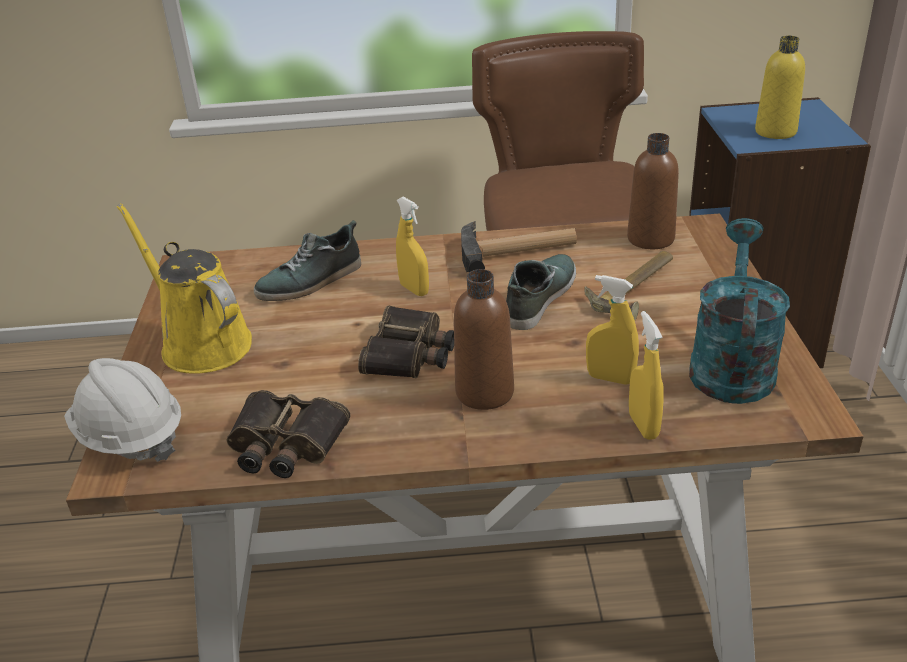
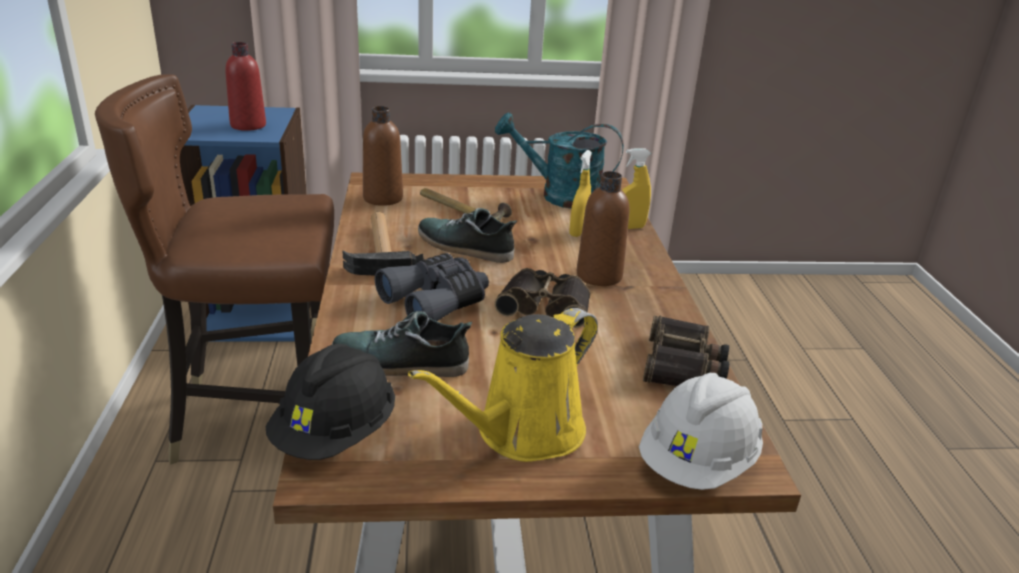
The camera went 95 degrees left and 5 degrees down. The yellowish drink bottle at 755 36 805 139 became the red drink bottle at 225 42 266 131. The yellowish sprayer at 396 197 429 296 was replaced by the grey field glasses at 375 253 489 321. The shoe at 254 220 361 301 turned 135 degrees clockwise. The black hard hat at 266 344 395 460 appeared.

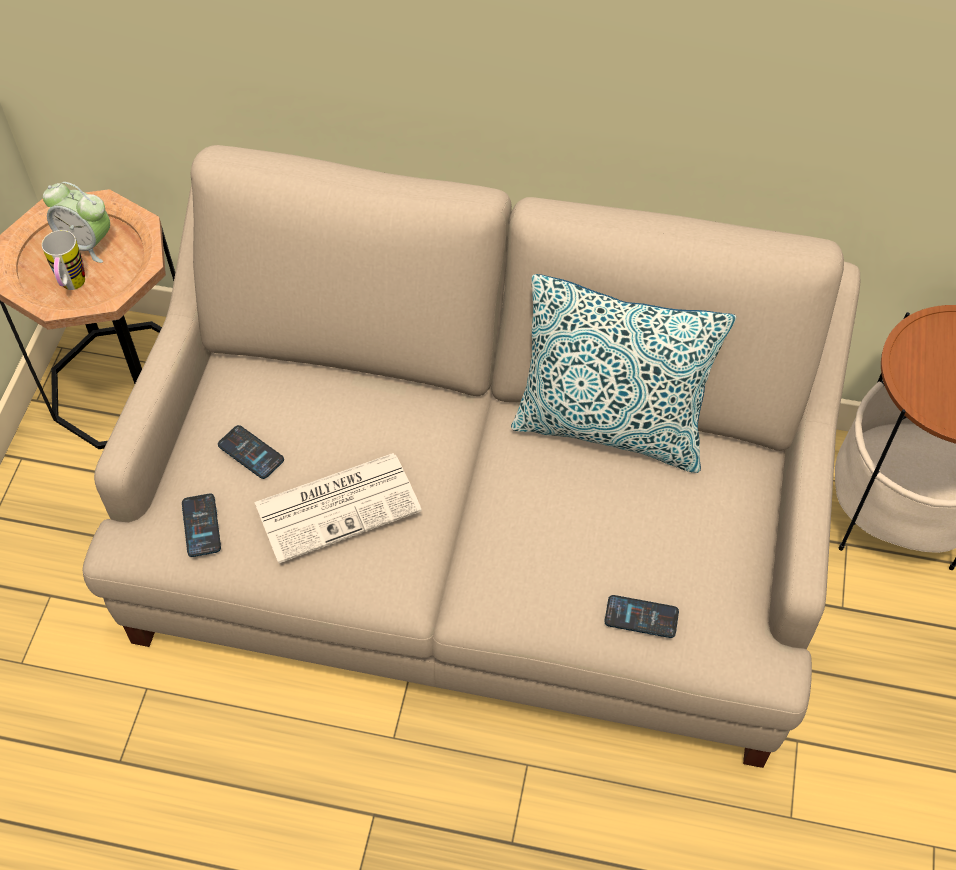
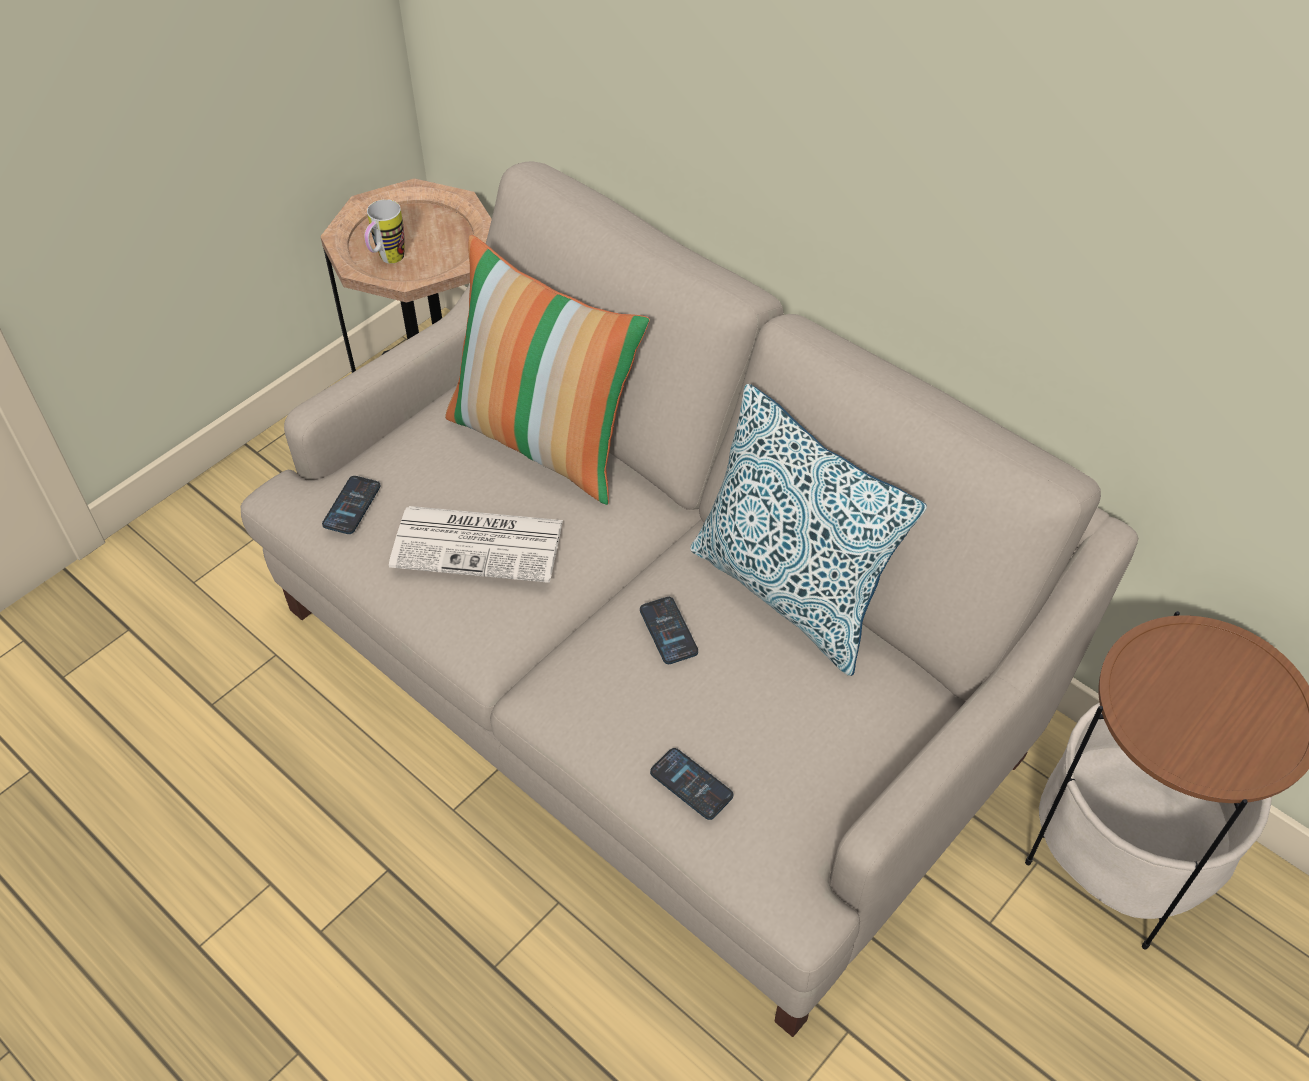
The camera went 30 degrees right and 5 degrees down. The bedside clock at 43 182 110 263 disappeared. The phone moved from 218 425 284 479 to 640 597 698 664. The pillow at 445 235 650 505 appeared.

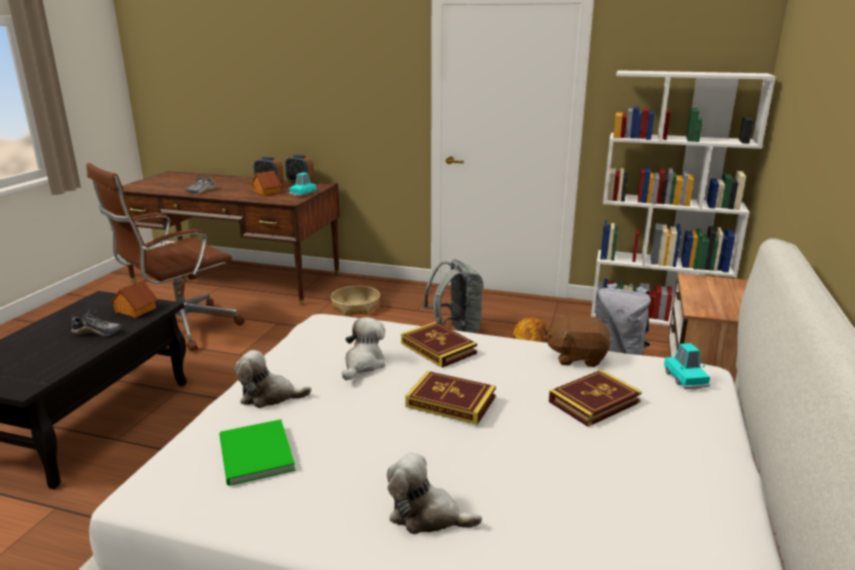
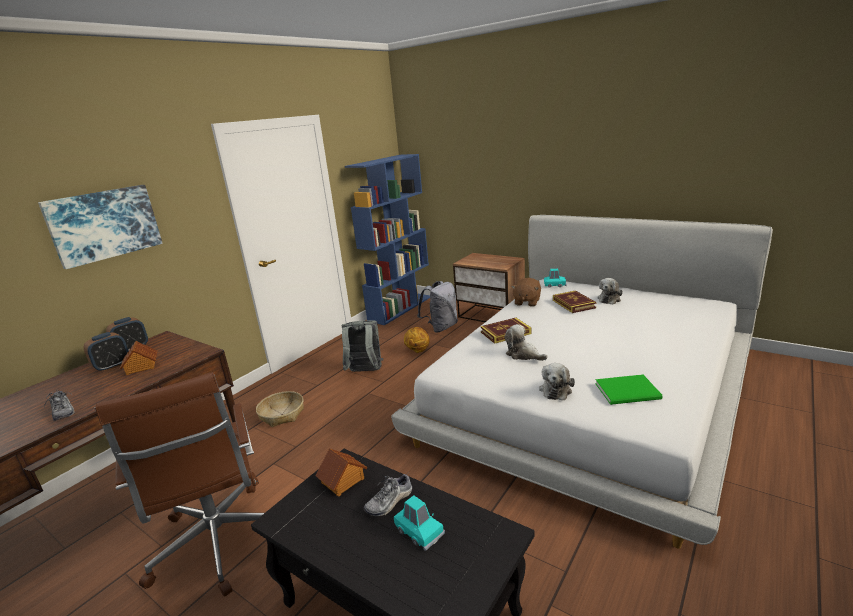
The camera went 70 degrees left and 0 degrees up. The white-coloured bookshelf at 591 70 776 326 became the bluish bookshelf at 345 154 430 325. The turquoise toy car moved from 289 172 317 196 to 394 495 445 551. The shoe at 71 310 122 336 turned 150 degrees counterclockwise. The bound book at 405 371 496 425 disappeared. The soft toy moved from 387 452 482 534 to 598 278 623 304. The picture at 38 185 163 269 appeared.

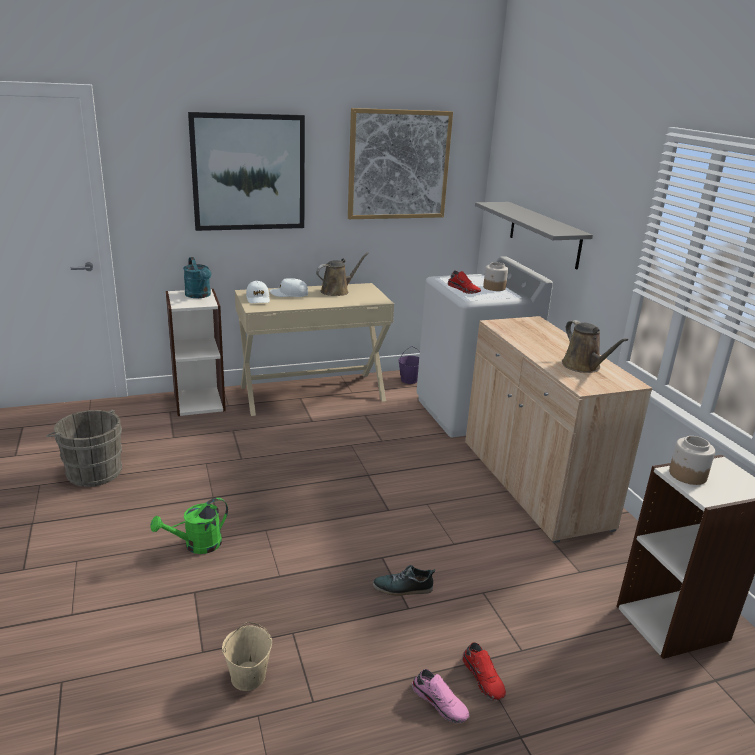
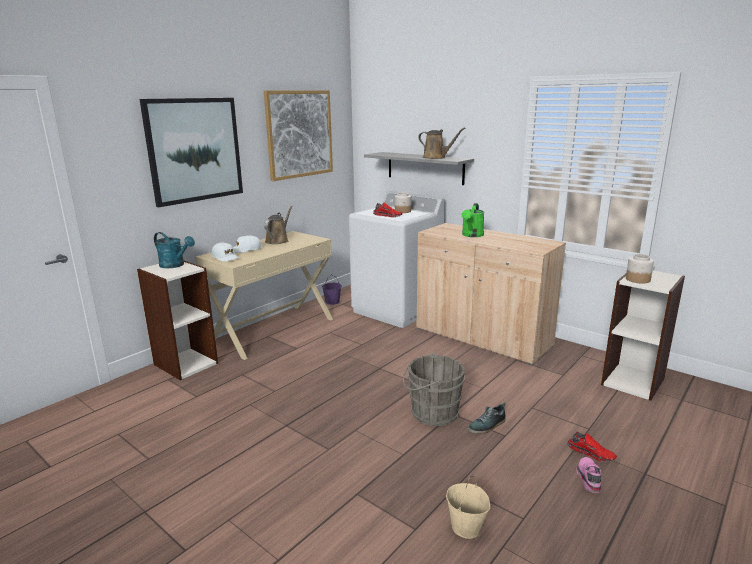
The camera went 30 degrees left and 5 degrees down. The brownish watering can moved from 562 320 628 373 to 418 127 465 159. The grey water bucket moved from 46 410 122 487 to 403 352 465 426. The green watering can moved from 150 498 228 554 to 462 203 484 237. The pink-coloured shoe at 412 669 469 723 turned 90 degrees counterclockwise.

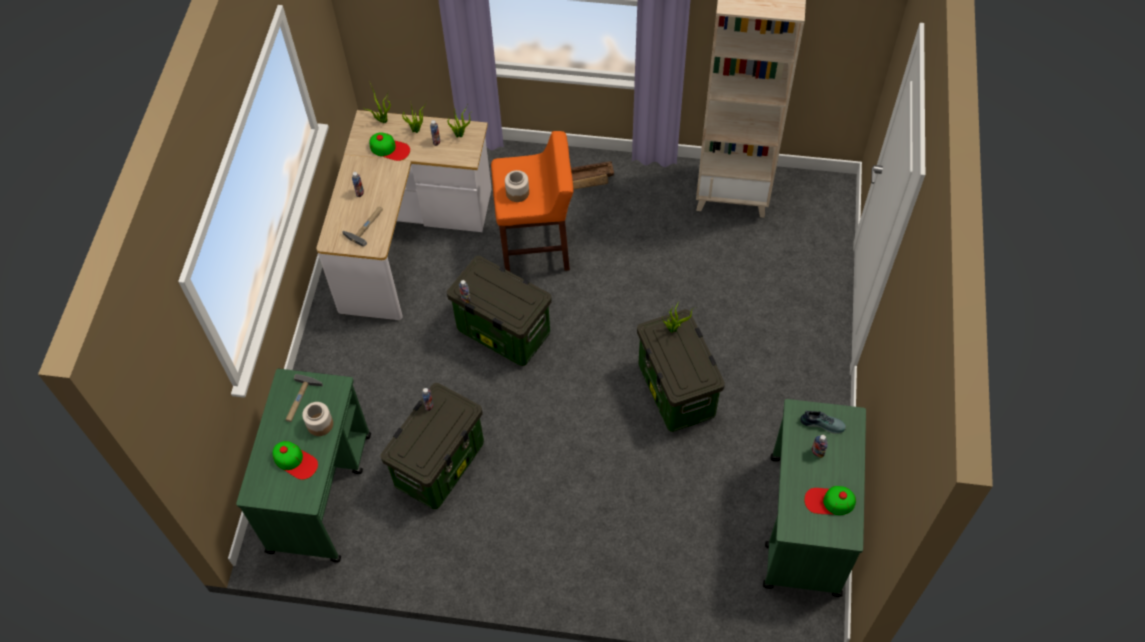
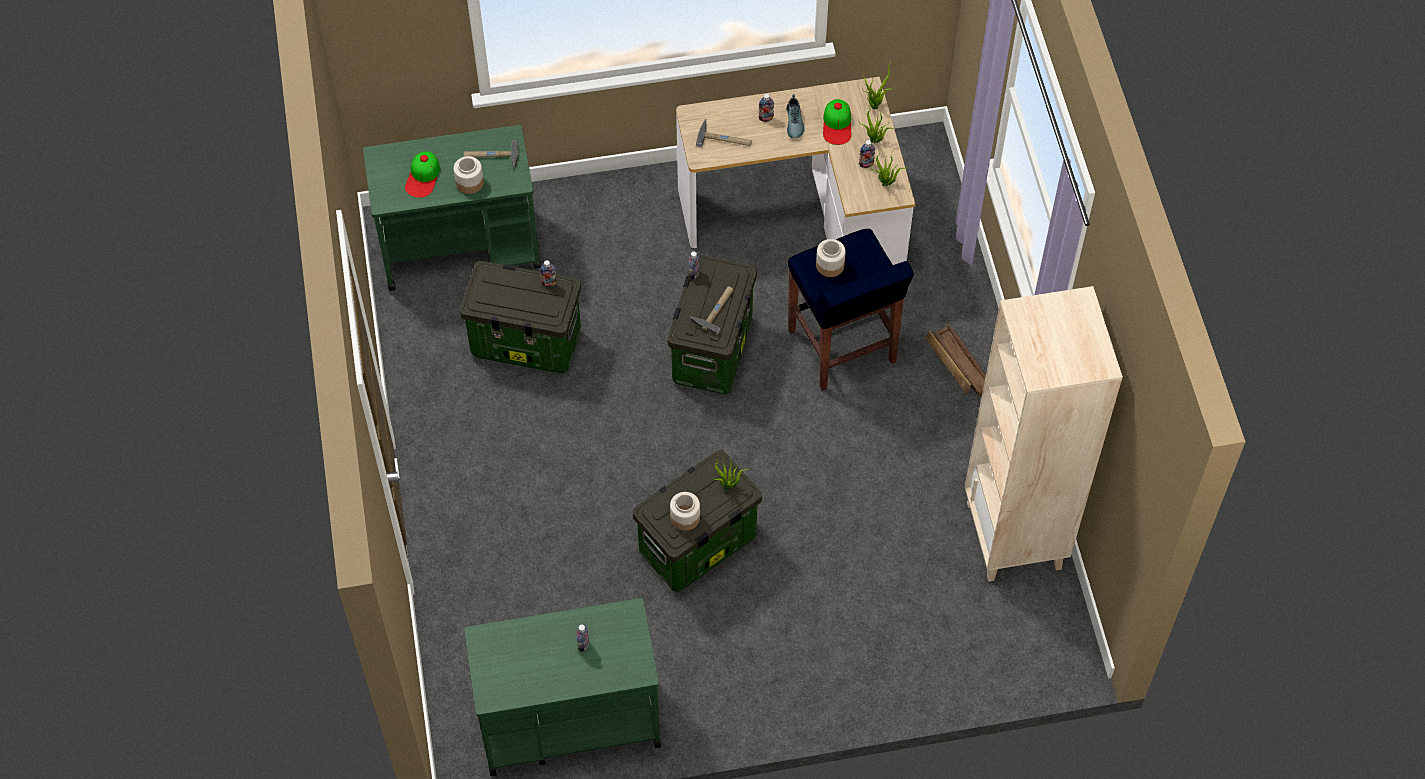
The camera went 70 degrees right and 0 degrees up. The orange stool at 491 131 573 272 became the bluish stool at 788 229 914 391. The shoe moved from 800 410 846 434 to 786 95 805 138. The peaked cap at 804 486 856 515 disappeared. The hand hammer at 690 287 733 335 appeared. The jar at 670 492 700 531 appeared.

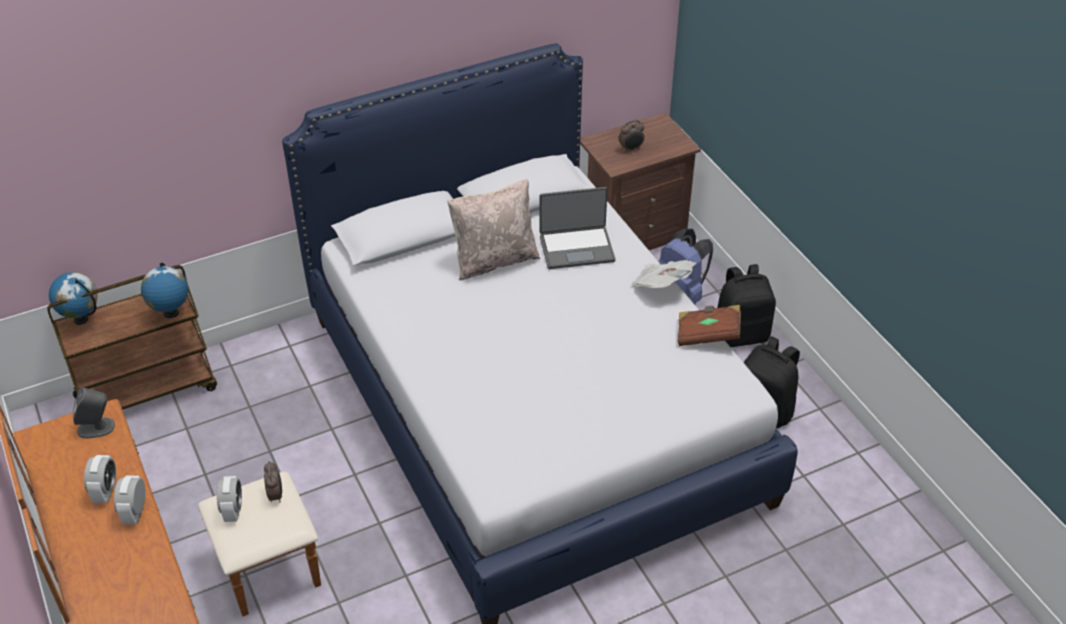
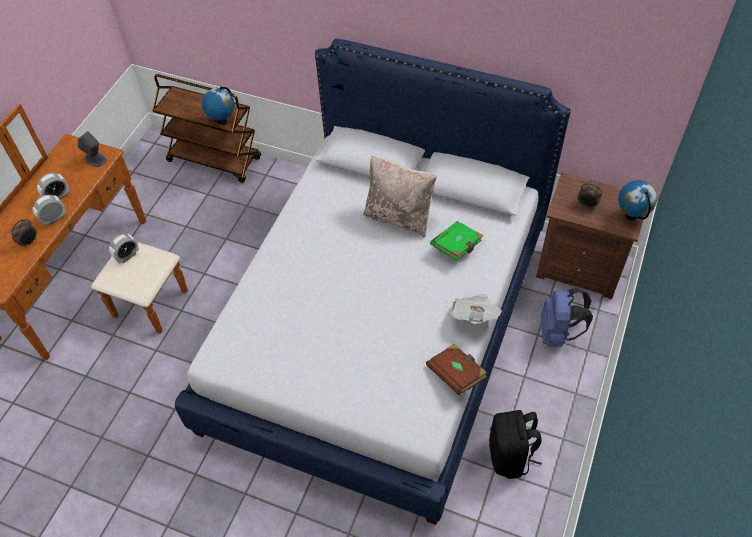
The camera went 50 degrees right and 10 degrees up. The portable computer at 539 187 616 269 was replaced by the green bound book at 430 221 484 261. The black backpack at 717 264 776 347 disappeared. The globe moved from 49 272 98 325 to 618 180 657 220. The bedside clock moved from 264 461 282 503 to 10 219 37 248.

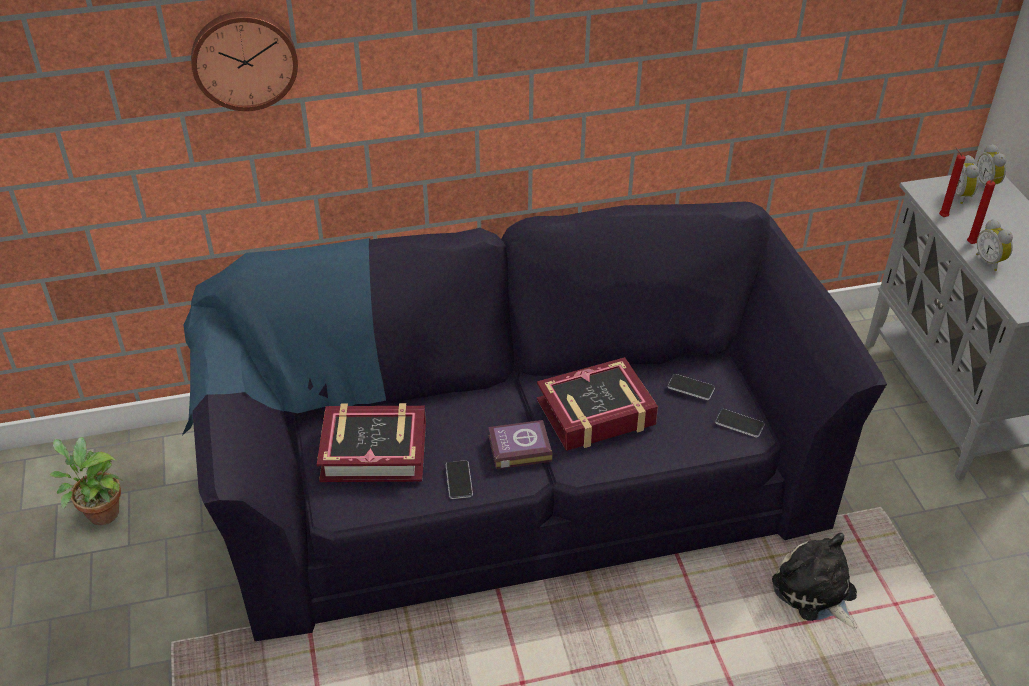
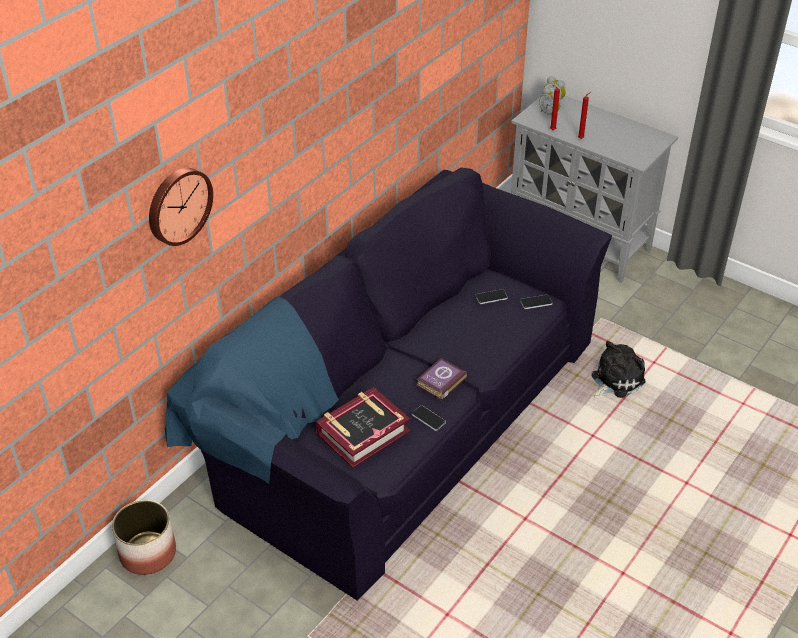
The camera went 40 degrees left and 0 degrees up. The bedside clock at 976 219 1013 271 disappeared. The bound book at 537 357 658 451 disappeared. The houseplant at 50 437 123 525 disappeared. The soft toy at 772 533 857 629 turned 120 degrees clockwise. The planter at 112 500 176 575 appeared.

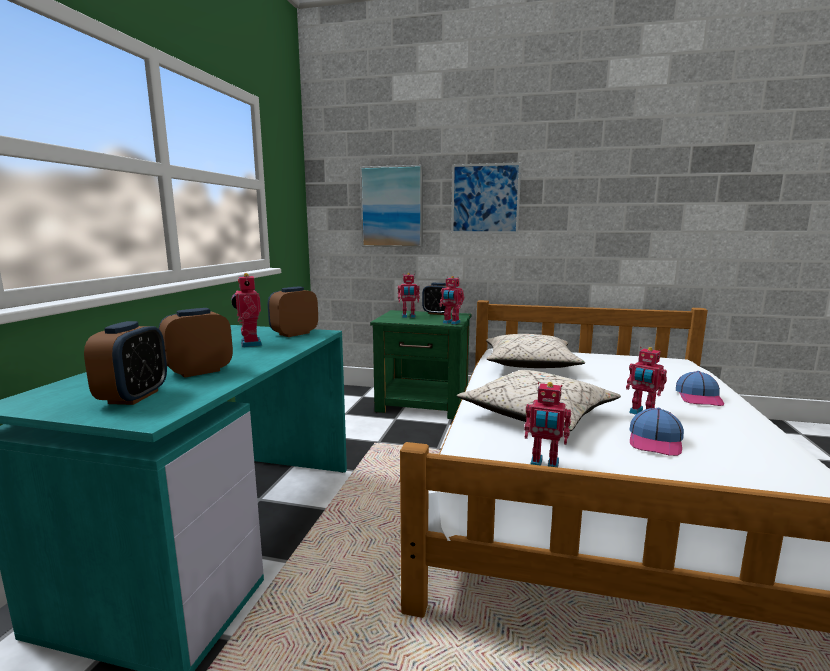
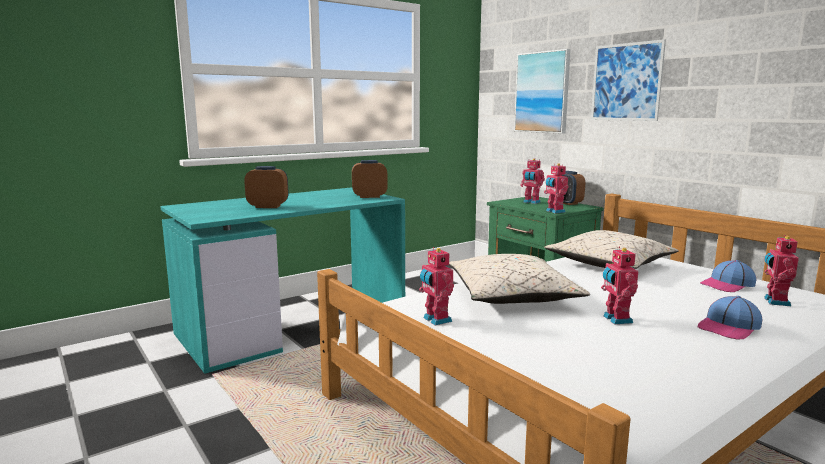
The camera went 40 degrees right and 0 degrees up. The toy robot moved from 231 273 262 347 to 764 235 799 306. The bedside clock at 84 321 167 405 disappeared. The peaked cap moved from 630 408 684 456 to 700 260 756 292.

